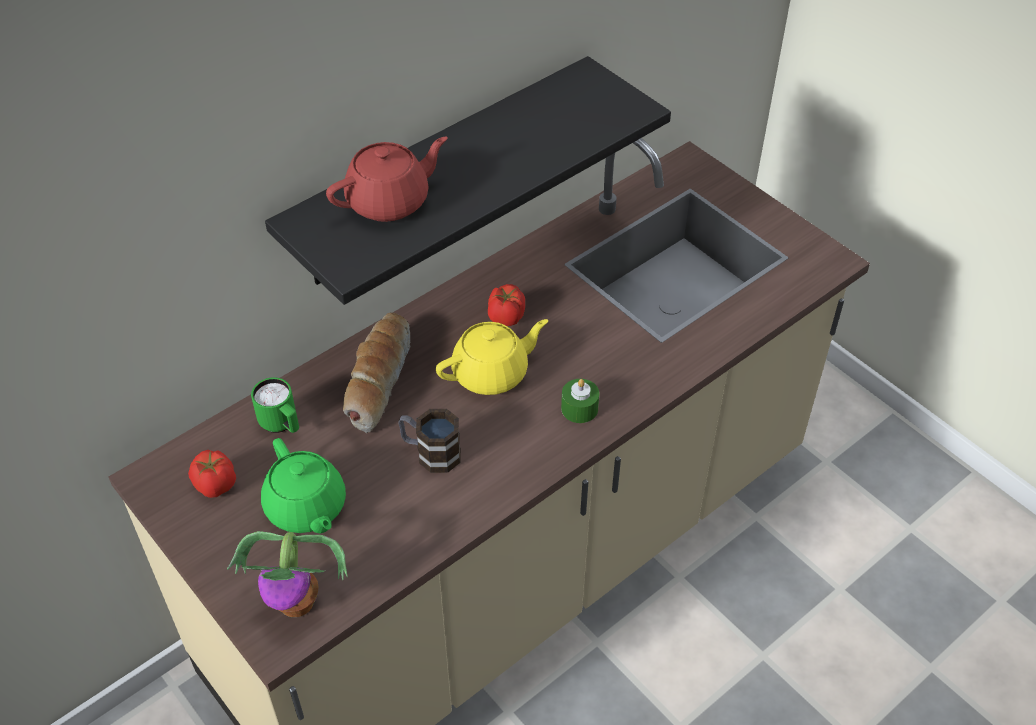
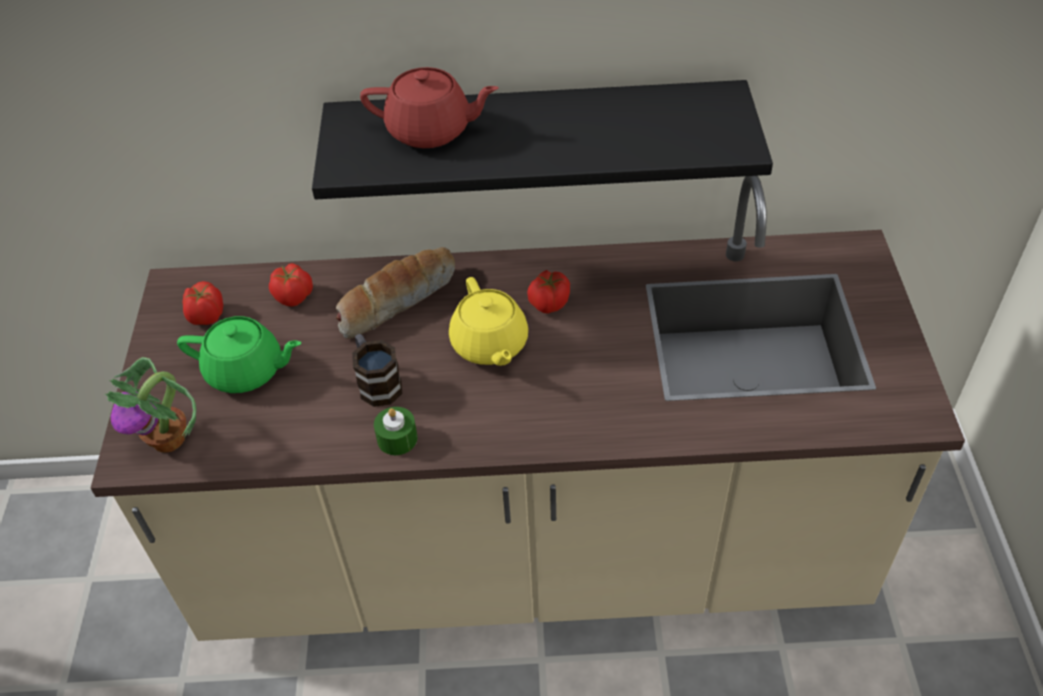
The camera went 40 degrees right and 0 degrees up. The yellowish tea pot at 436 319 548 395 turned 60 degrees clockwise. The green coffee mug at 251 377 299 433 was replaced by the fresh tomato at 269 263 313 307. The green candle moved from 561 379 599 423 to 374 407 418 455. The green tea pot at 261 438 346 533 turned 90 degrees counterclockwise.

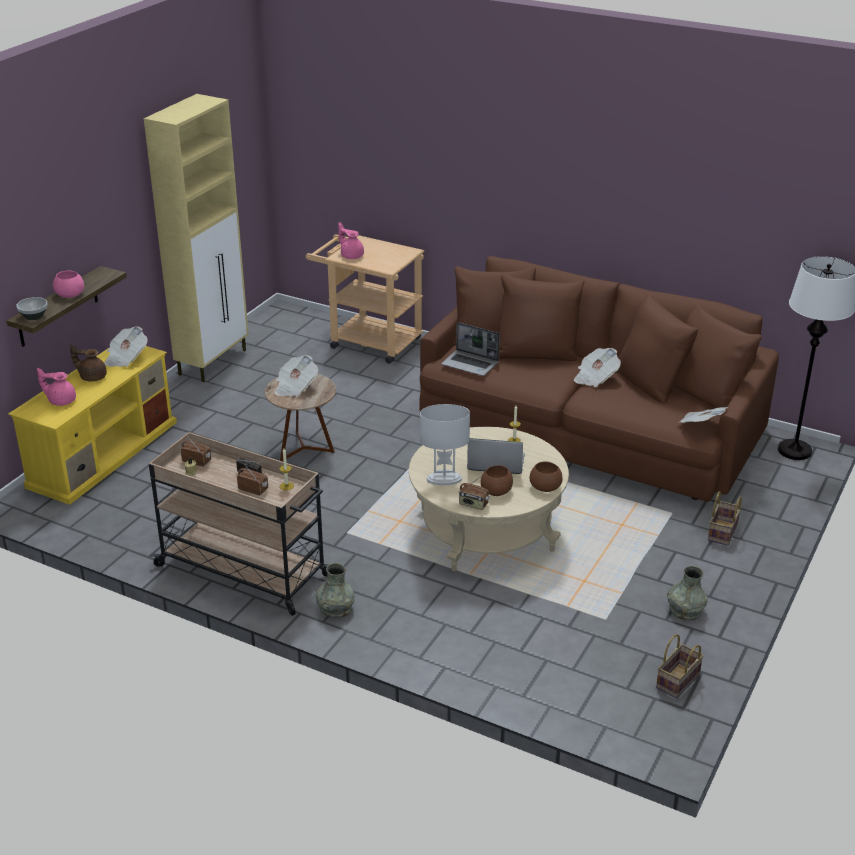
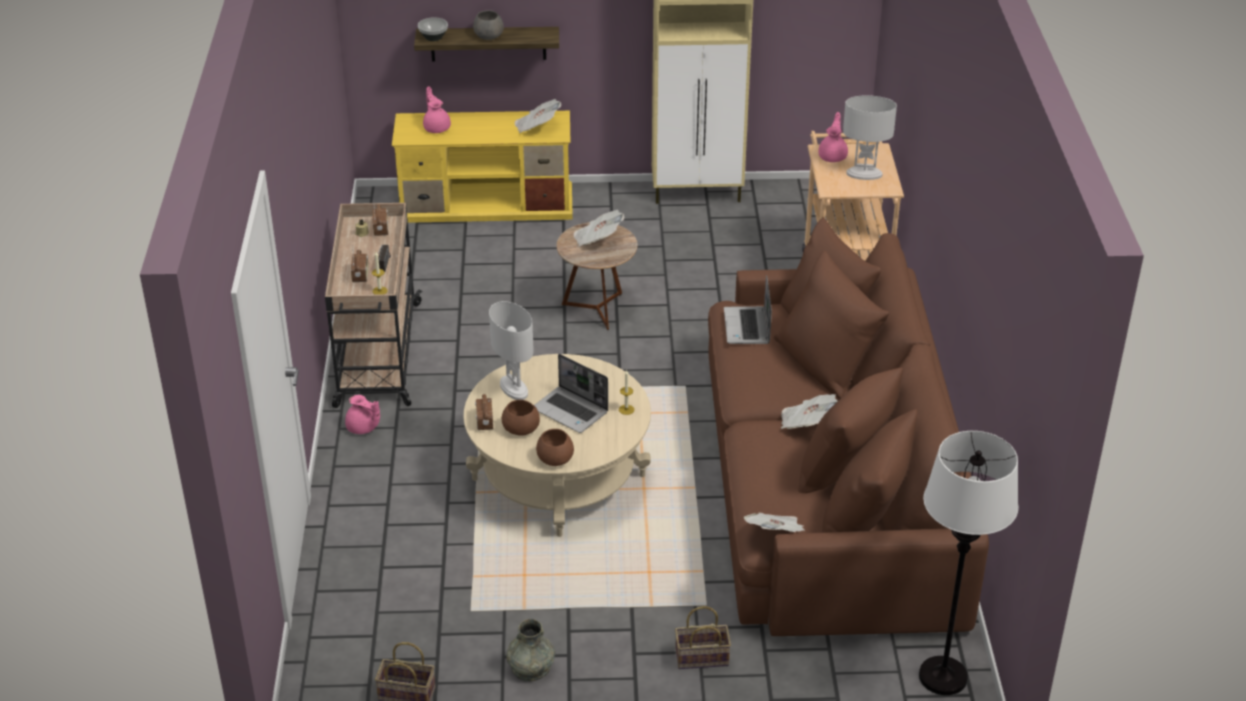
The camera went 60 degrees right and 5 degrees up. The pink-coloured deep dish at 53 271 84 298 became the grey deep dish at 473 10 504 40. The brownish tea pot at 70 344 107 382 disappeared. The portable computer at 467 438 525 474 turned 150 degrees clockwise. The grey vase at 316 563 355 618 was replaced by the pink-coloured tea pot at 345 395 380 434. The white-coloured table lamp at 843 95 897 180 appeared.

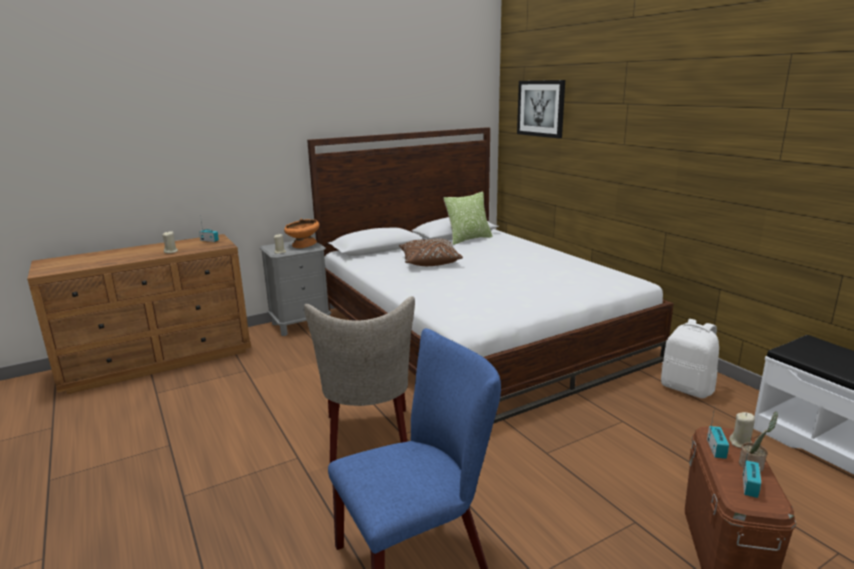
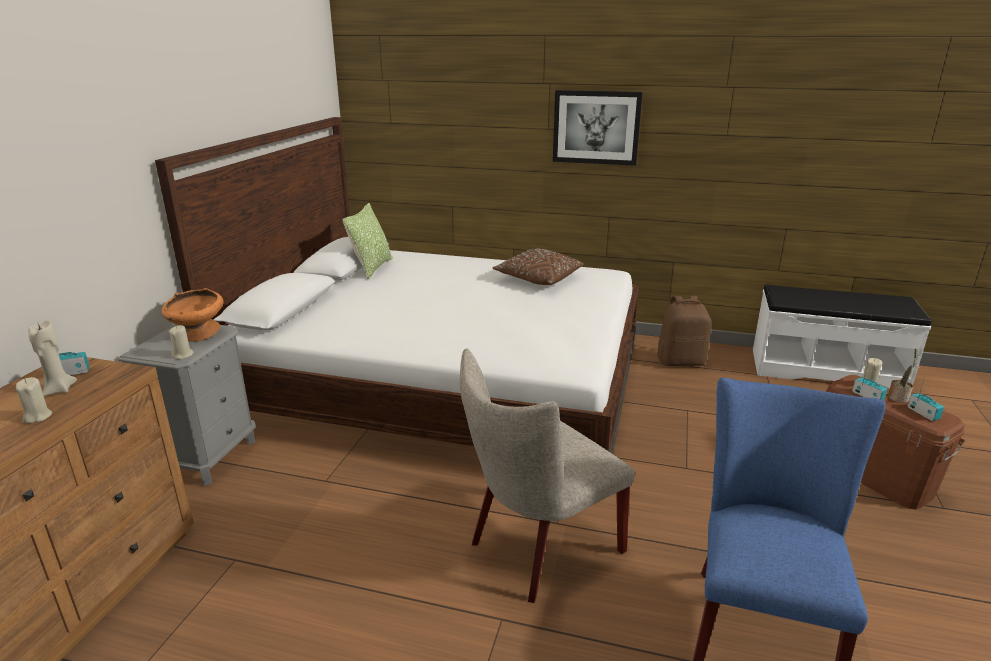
The camera went 45 degrees left and 5 degrees up. The picture moved from 517 80 565 138 to 553 90 643 166. The brownish pillow moved from 399 238 463 266 to 493 249 584 285. The beige-coloured plain chair at 304 296 415 463 turned 105 degrees clockwise. The white-coloured backpack at 661 319 719 398 became the brownish backpack at 657 296 712 366. The beige-coloured candle at 28 320 77 396 appeared.

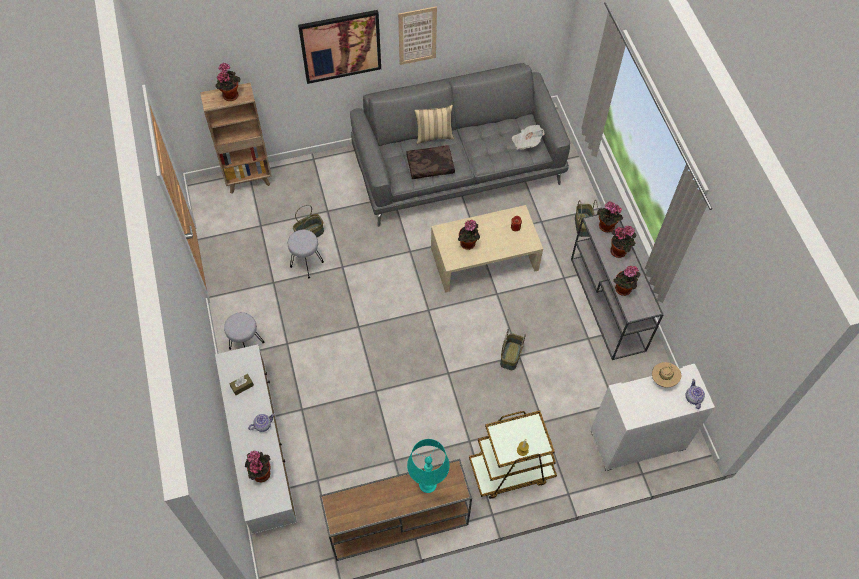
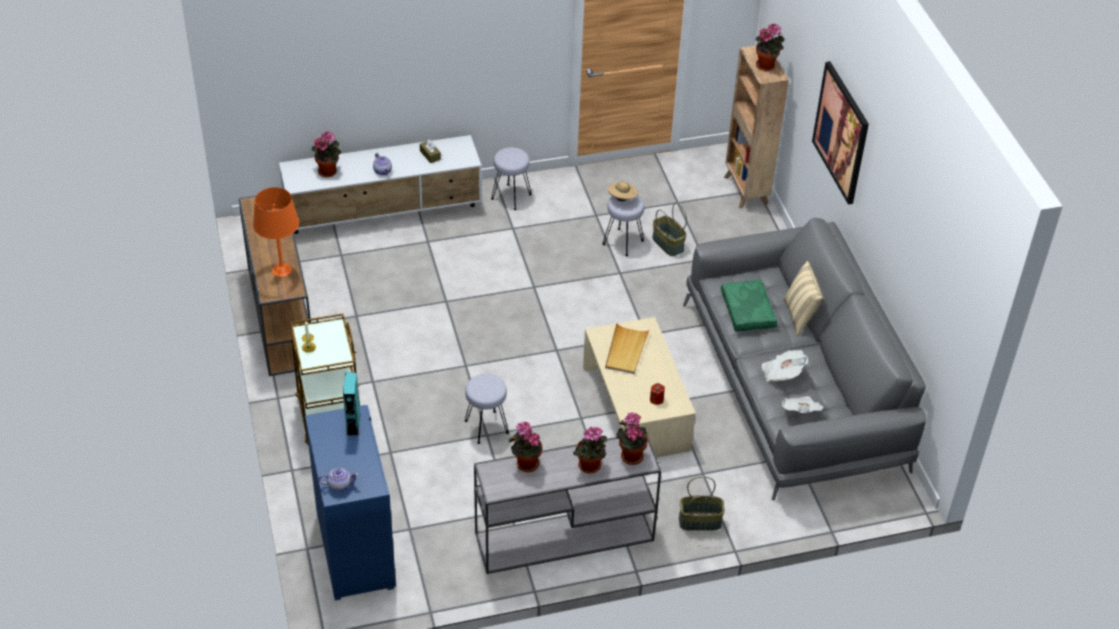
The camera went 90 degrees right and 15 degrees down. The picture at 398 6 437 65 disappeared. The brownish pillow at 406 145 455 179 became the green pillow at 721 280 777 332. The houseplant at 458 220 480 250 was replaced by the beige-coloured tray at 605 323 650 374. The household basket at 500 329 526 370 was replaced by the grey stool at 465 374 509 444. The beige-coloured wearable hat moved from 652 362 681 388 to 608 181 638 201. The white-coloured cupboard at 591 364 715 471 became the bluish cupboard at 305 405 396 600. The turquoise table lamp at 407 439 450 493 became the orange table lamp at 253 187 299 277. The daily paper at 761 350 808 381 appeared. The turquoise loudspeaker at 343 373 360 436 appeared.

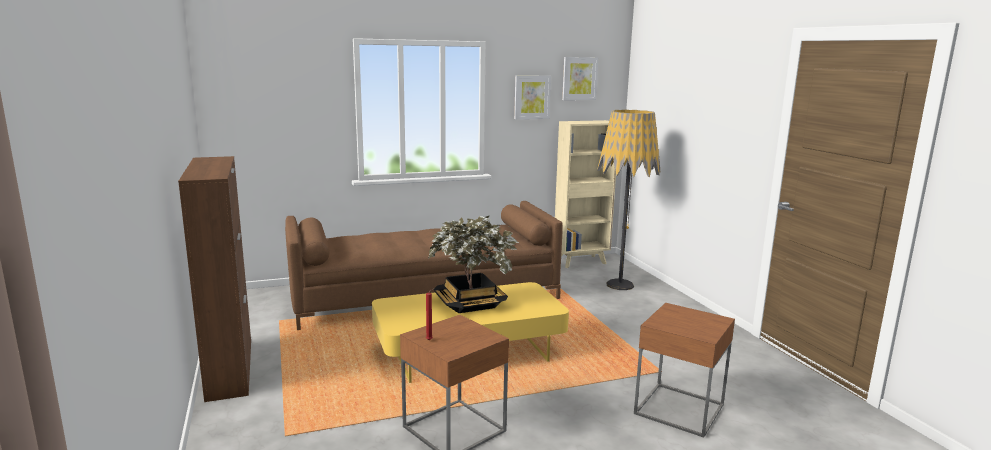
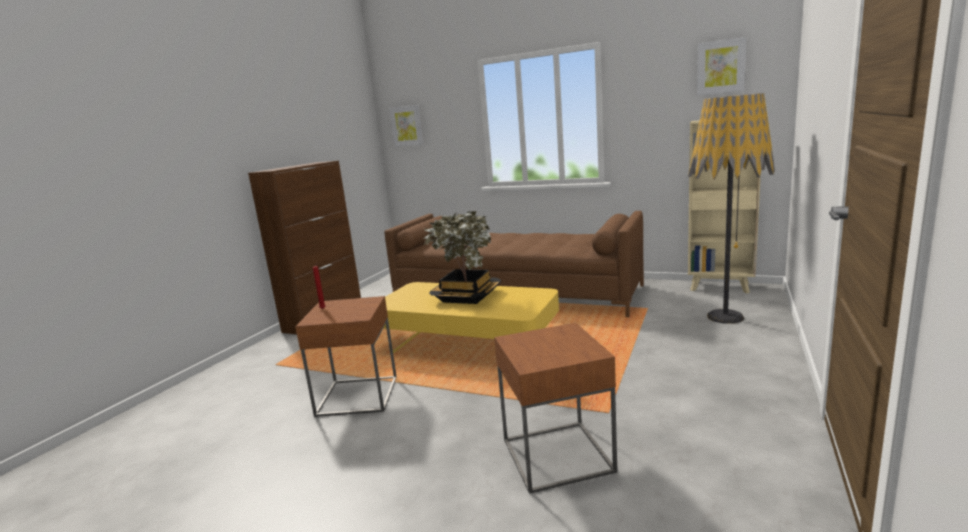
The camera went 45 degrees right and 0 degrees up. The picture moved from 514 76 551 119 to 389 105 424 147.

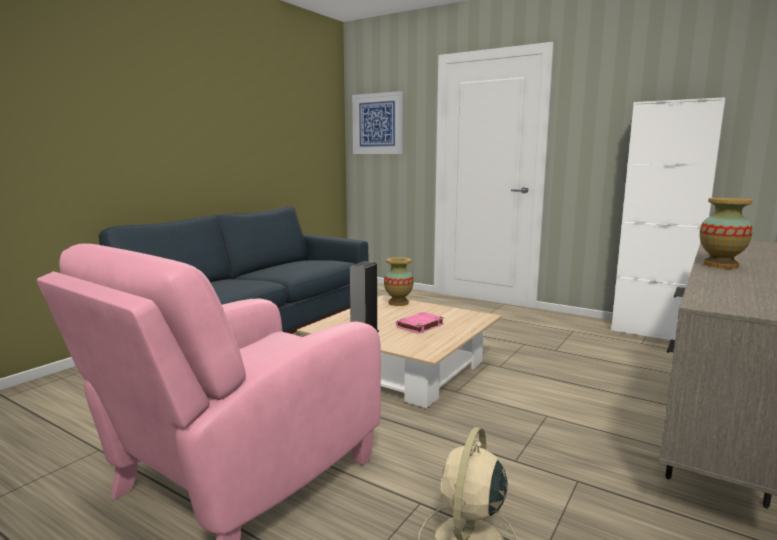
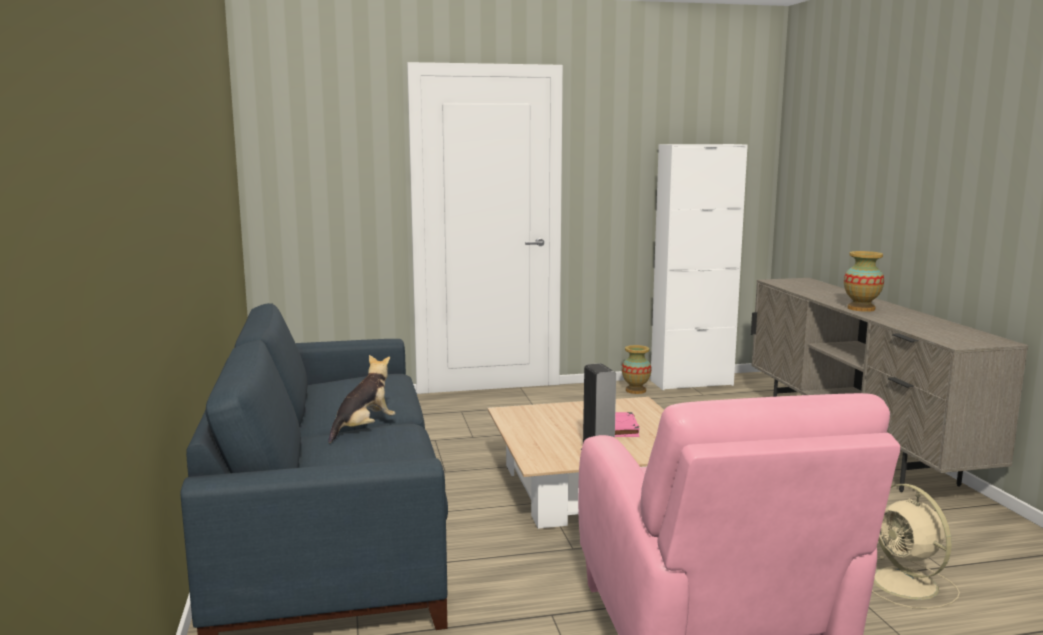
The camera went 45 degrees left and 0 degrees up. The picture at 352 91 403 154 disappeared. The vase moved from 384 257 413 306 to 622 345 652 394. The soft toy at 328 355 395 443 appeared.

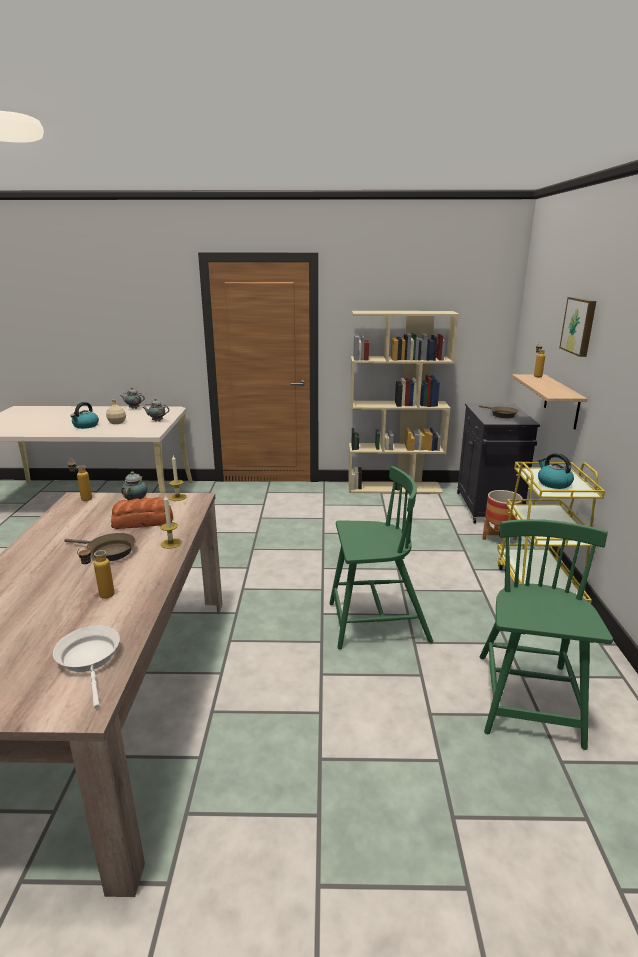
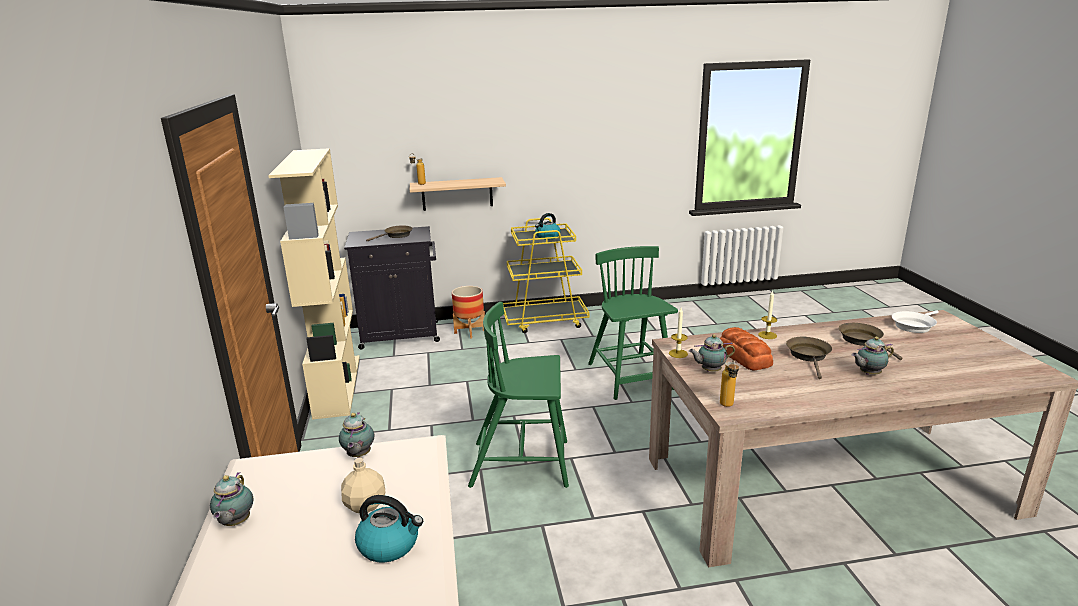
The camera went 100 degrees left and 0 degrees up. The picture at 559 297 596 357 disappeared. The green plain chair moved from 480 519 613 750 to 468 302 569 488. The drink bottle at 77 546 115 599 was replaced by the brownish pan at 839 323 903 360. The tea pot at 851 337 894 375 appeared.

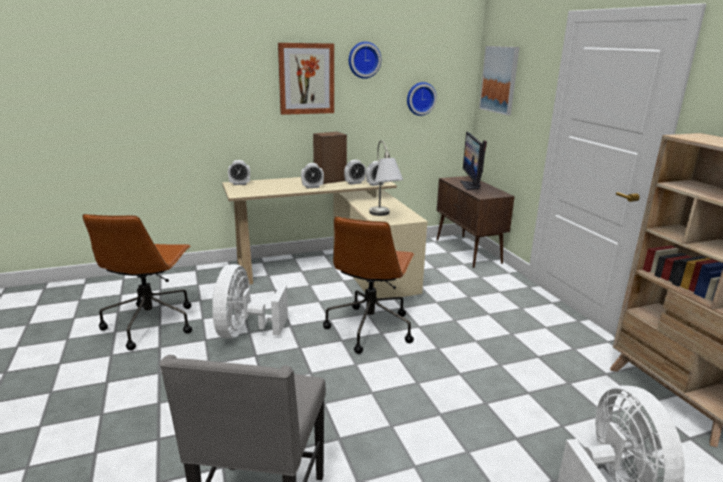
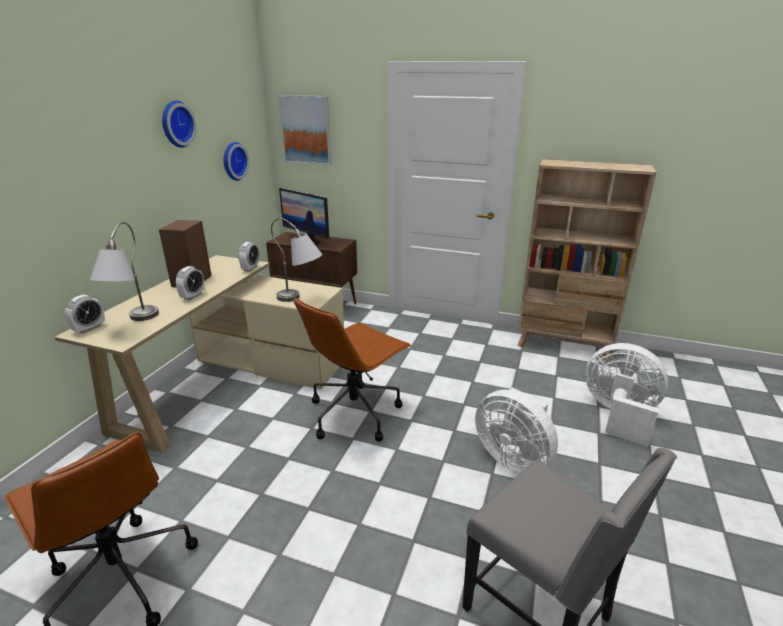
The camera went 50 degrees left and 5 degrees up. The picture at 278 43 334 115 disappeared. The bedside clock at 344 160 366 185 disappeared. The brownish office chair at 323 217 415 354 turned 75 degrees clockwise. The white-coloured cooling fan moved from 212 264 288 339 to 475 387 558 474. The grey table lamp at 90 222 159 321 appeared.

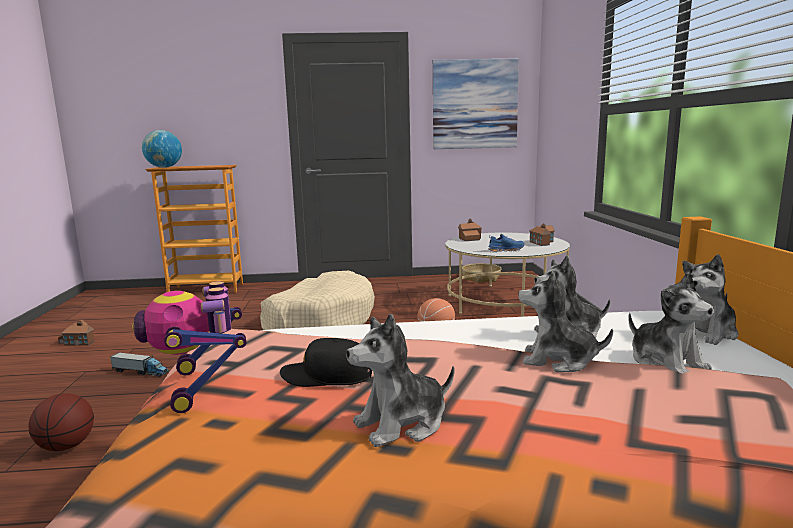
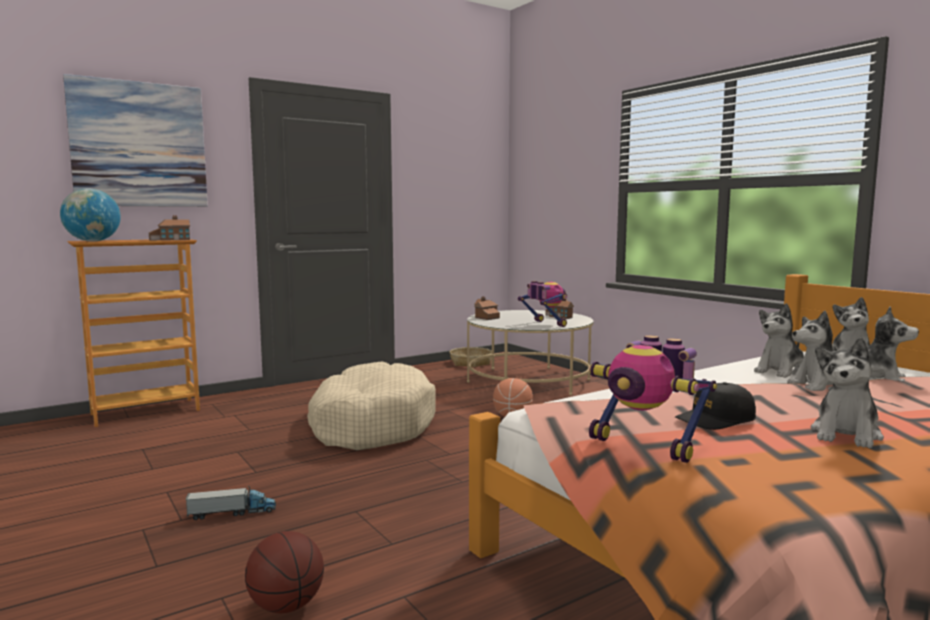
The camera went 30 degrees left and 5 degrees down. The picture moved from 433 58 519 149 to 63 74 208 207. The bluish shoe at 488 234 525 251 was replaced by the toy robot at 518 281 567 327. The model house moved from 58 319 95 346 to 149 215 190 241.

